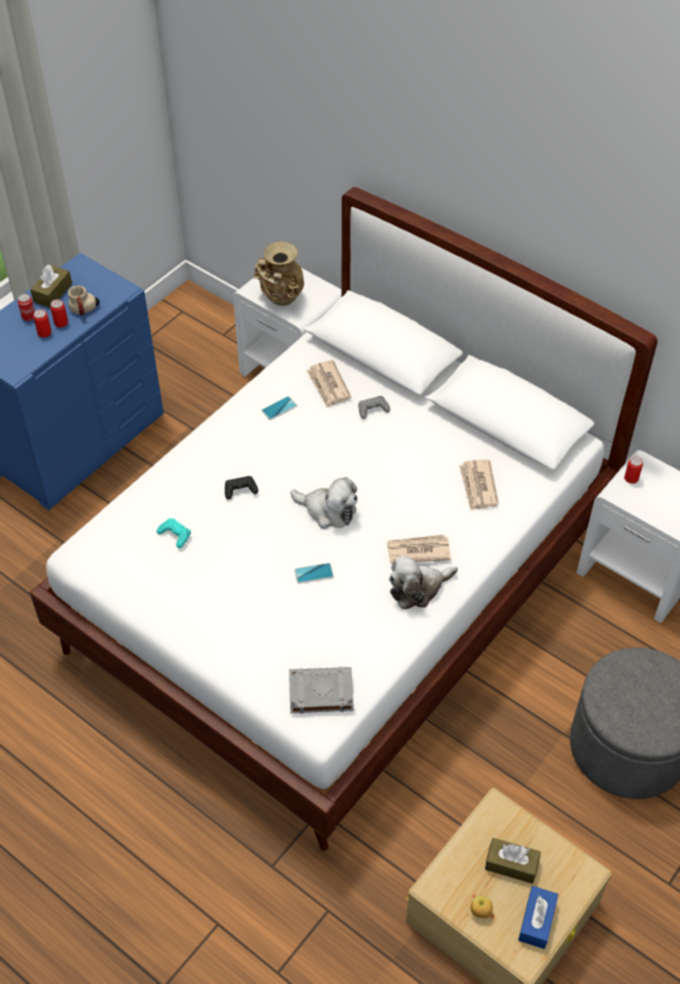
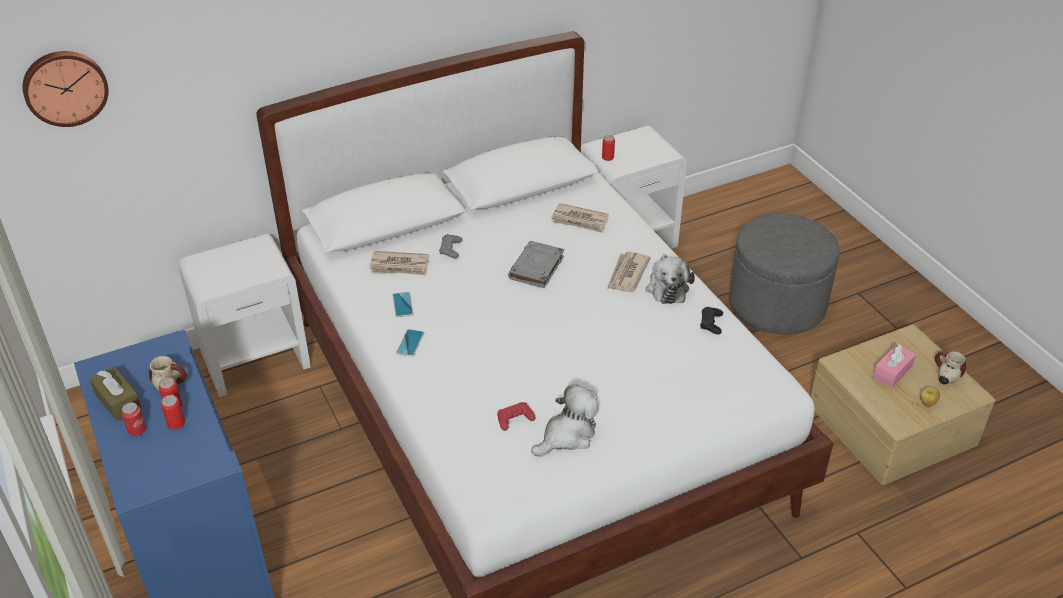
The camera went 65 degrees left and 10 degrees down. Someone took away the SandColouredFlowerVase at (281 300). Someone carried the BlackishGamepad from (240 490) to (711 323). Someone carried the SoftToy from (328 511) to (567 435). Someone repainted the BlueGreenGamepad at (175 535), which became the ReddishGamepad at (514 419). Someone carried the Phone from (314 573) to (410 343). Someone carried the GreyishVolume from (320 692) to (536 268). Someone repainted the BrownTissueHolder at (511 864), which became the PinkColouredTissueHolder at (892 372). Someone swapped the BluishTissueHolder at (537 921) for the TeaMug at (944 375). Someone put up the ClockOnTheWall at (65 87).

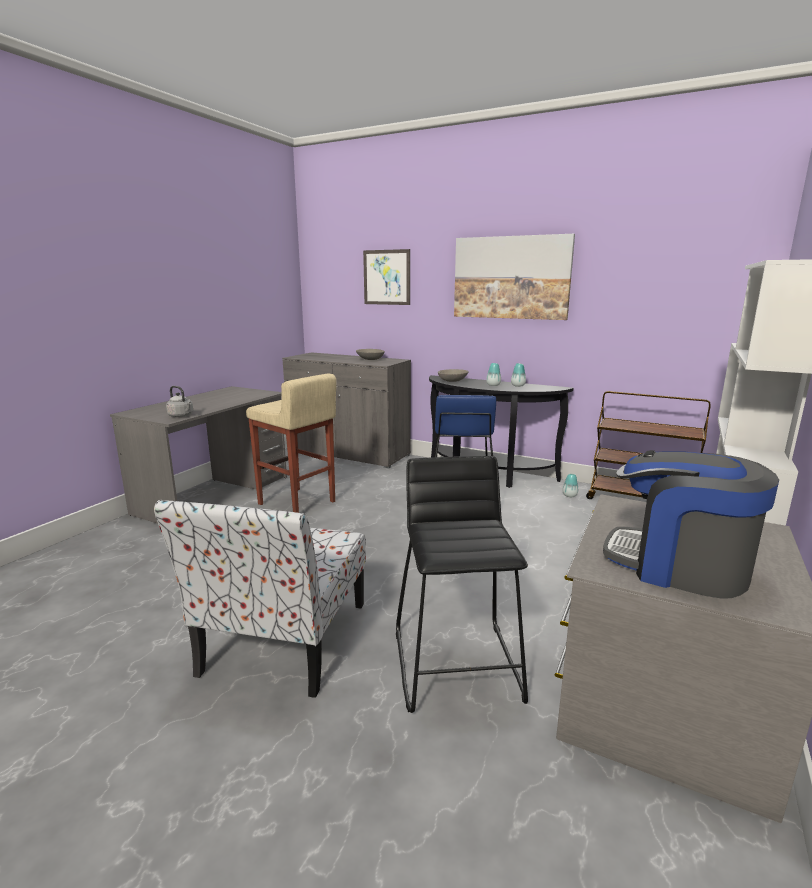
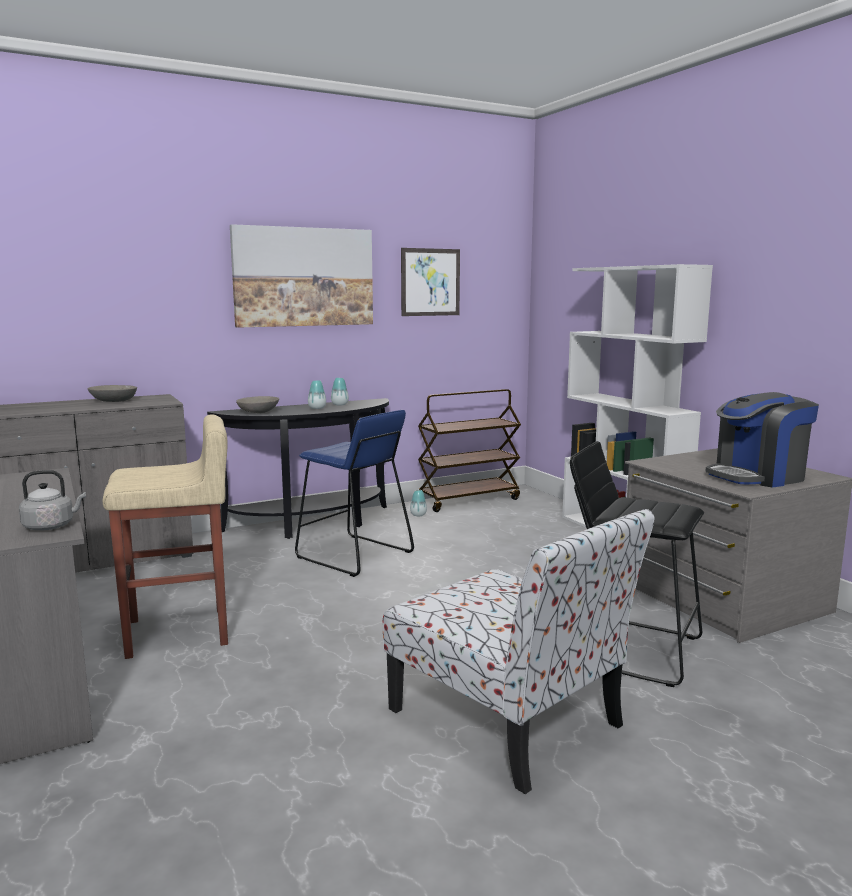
The camera went 55 degrees left and 5 degrees down. Someone carried the Picture from (386 277) to (430 282).

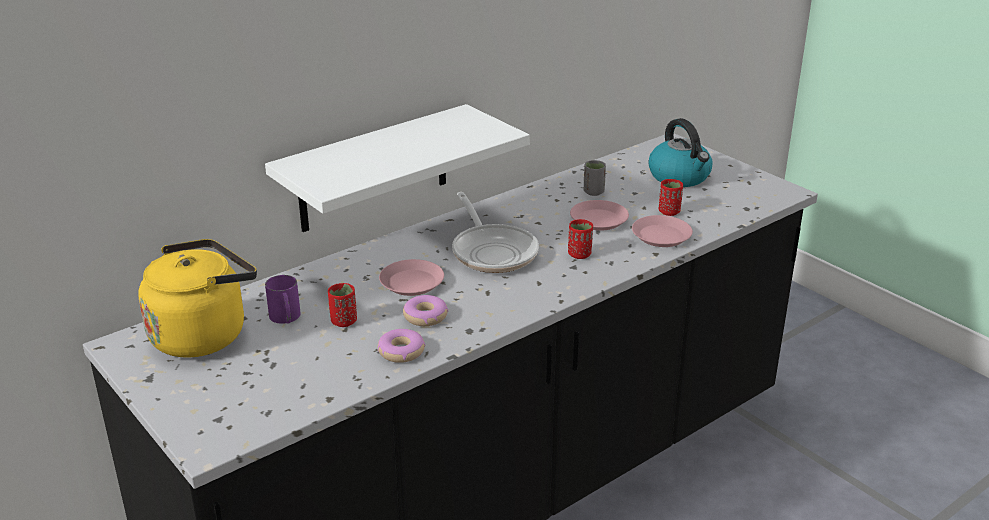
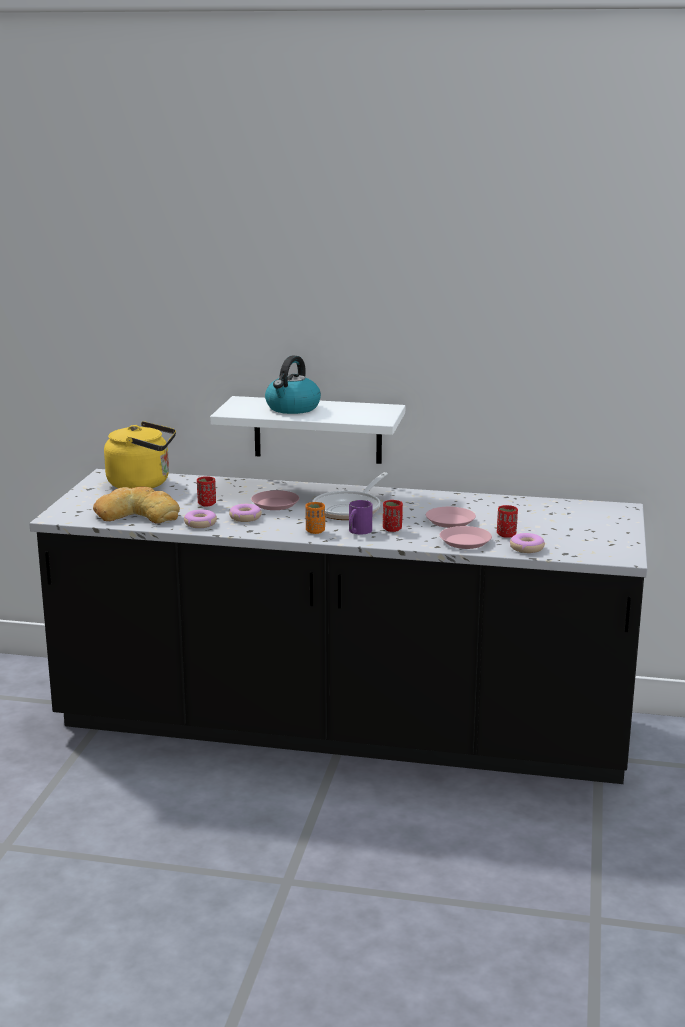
The camera went 50 degrees right and 10 degrees down. Someone carried the TeaKettle from (680 177) to (292 408). Someone took away the GreyishDrinkingCup at (593 192). Someone carried the PurpleTeaMug from (286 318) to (358 531). Someone put down the Bread at (138 514). Someone put down the OrangeColouredDrinkingCup at (315 531). Someone put down the Doughnut at (527 548).

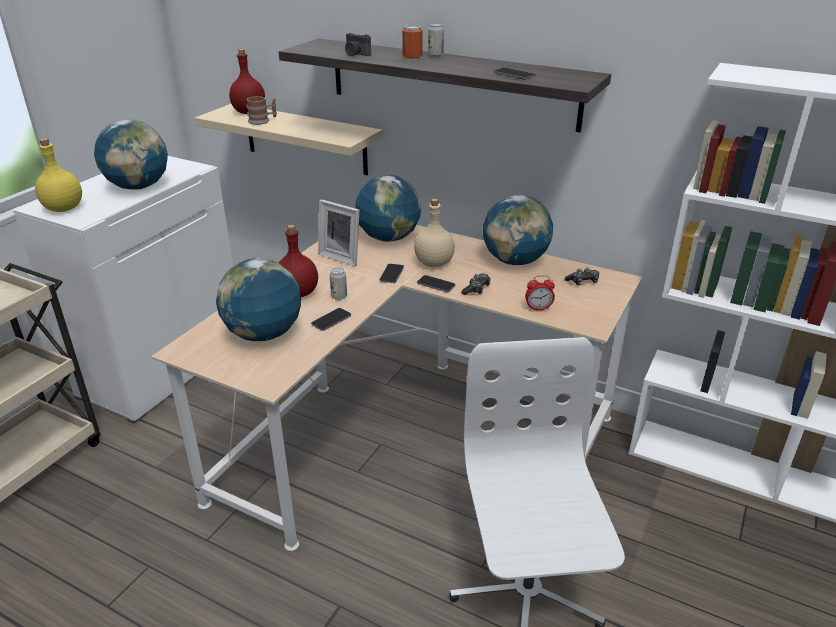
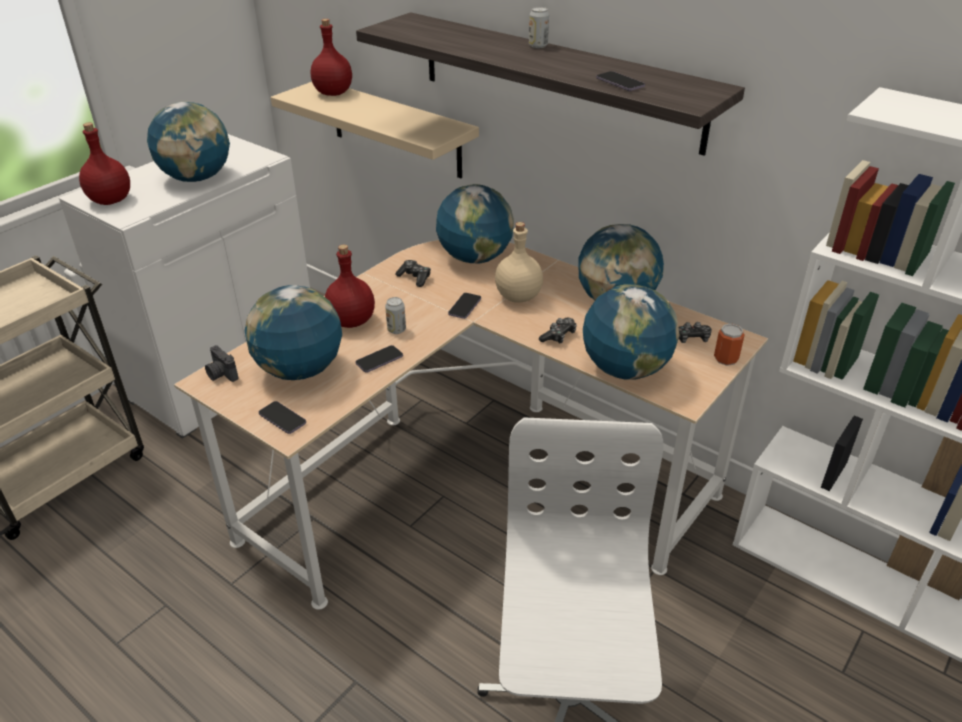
The camera went 10 degrees right and 5 degrees up. Someone carried the Can from (412 57) to (726 359). Someone carried the PhotoCamera from (356 54) to (221 374). Someone took away the TeaMug at (262 121). Someone repainted the YellowBeverageBottle at (63 209), which became the ReddishBeverageBottle at (110 200). Someone swapped the PhotoFrame at (342 256) for the Gamepad at (415 278). Someone carried the Phone from (436 285) to (282 419). Someone swapped the TableClock at (538 308) for the DeskGlobe at (625 369).

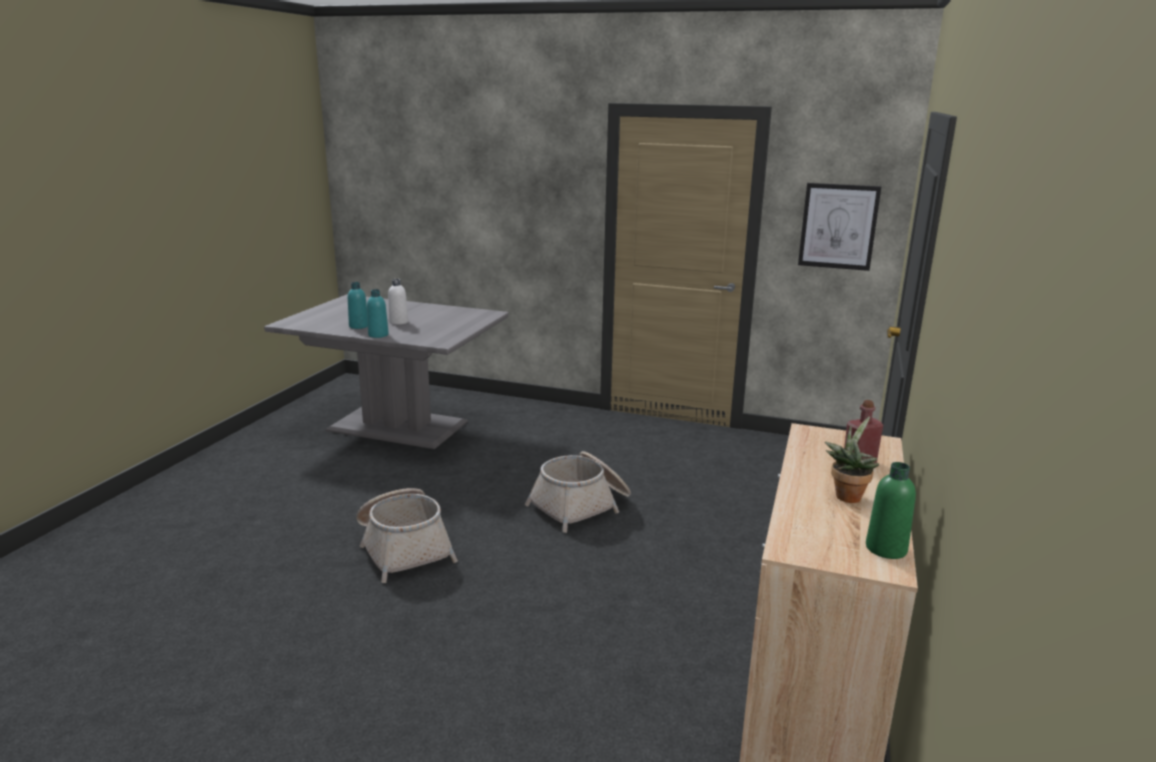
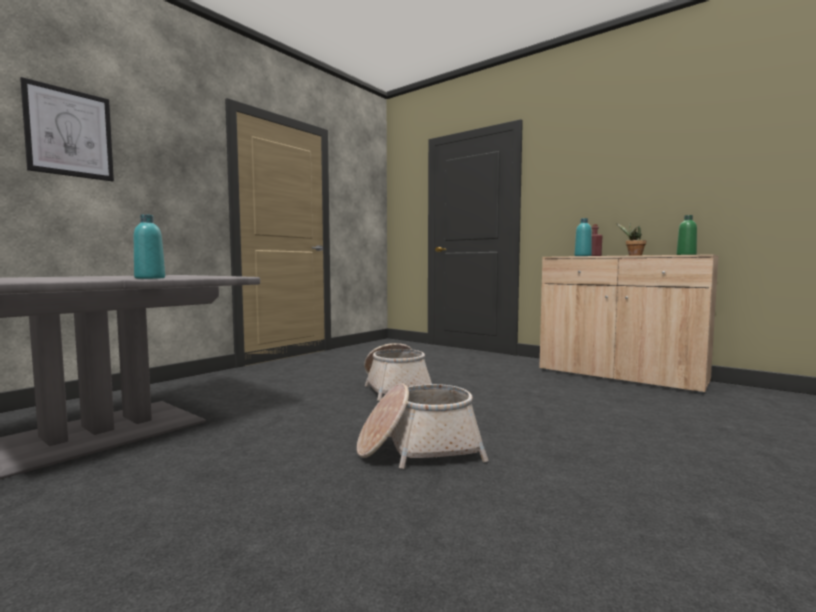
The camera went 70 degrees left and 15 degrees down. Someone carried the Picture from (838 226) to (69 133). Someone took away the WhitishBeverageBottle at (398 322). Someone carried the BlueGreenBeverageBottle from (359 326) to (582 256).

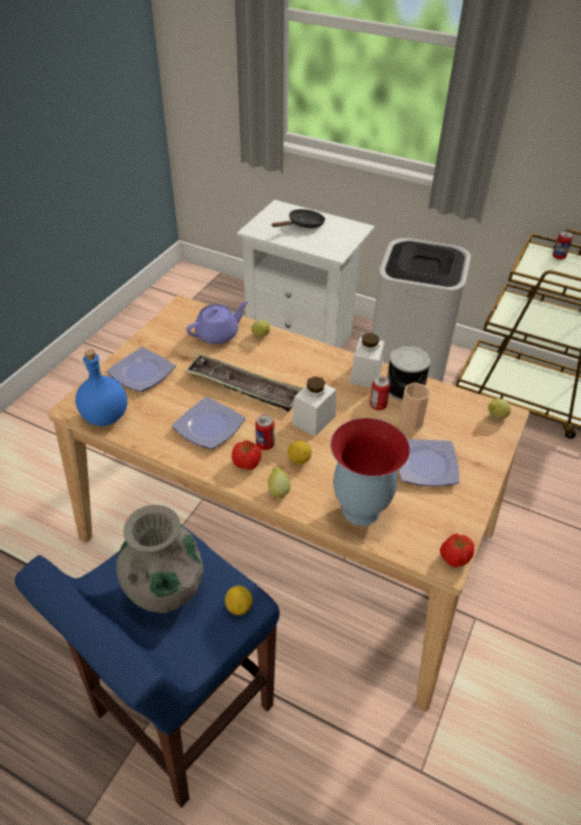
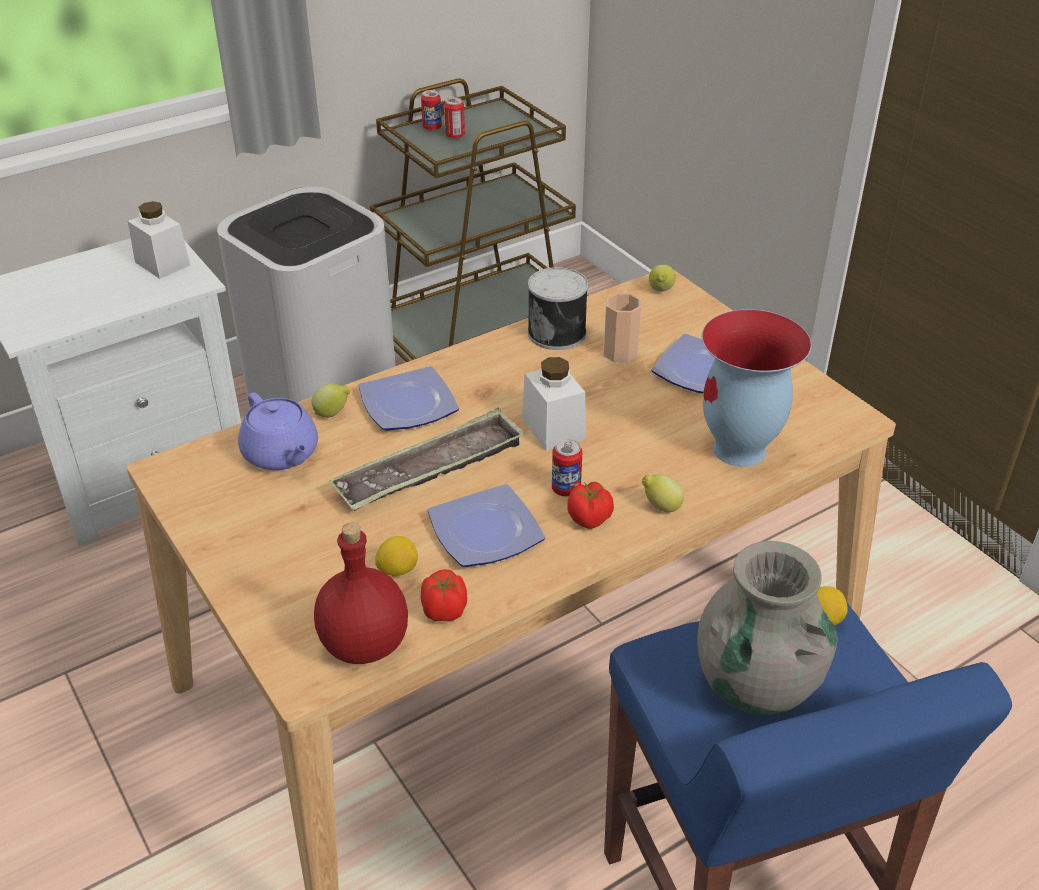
The camera went 60 degrees left and 5 degrees down. Someone took away the BlackishFryingPan at (303 225). Someone rotated the PurplePotForTea at (218 334) by 150 degrees clockwise. Someone carried the WhitishJar from (366 375) to (162 263). Someone carried the DinnerPlate from (142 374) to (410 405). Someone repainted the BluishBeverageBottle at (106 417), which became the ReddishBeverageBottle at (366 644). Someone carried the Can from (378 405) to (455 136). Someone carried the WholeLemon from (299 459) to (397 570). Someone carried the FreshTomato from (454 557) to (443 611).

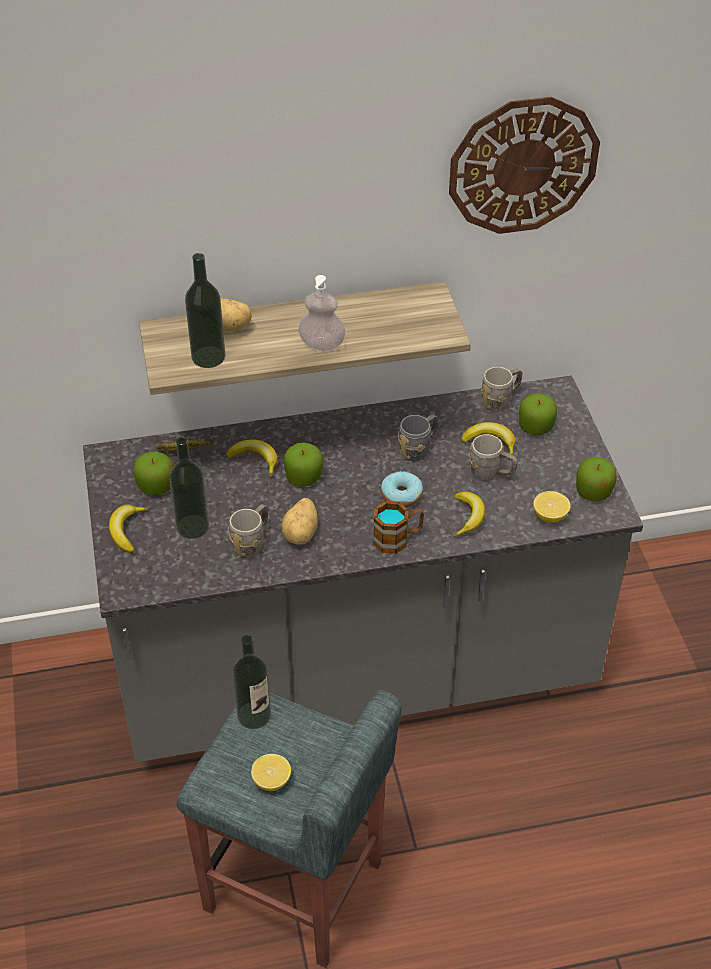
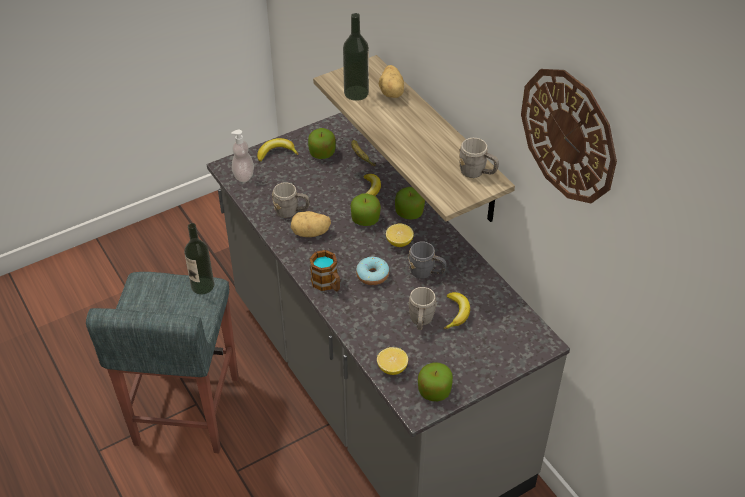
The camera went 70 degrees right and 0 degrees up. Someone carried the LiquidSoapBottle from (322 344) to (243 175). Someone carried the GreyishTeaMug from (500 400) to (477 173). Someone carried the WholeApple from (536 426) to (409 213). Someone took away the BeverageBottle at (192 526). Someone took away the BananaFruit at (468 517). Someone carried the WholeLemon from (271 781) to (399 242).

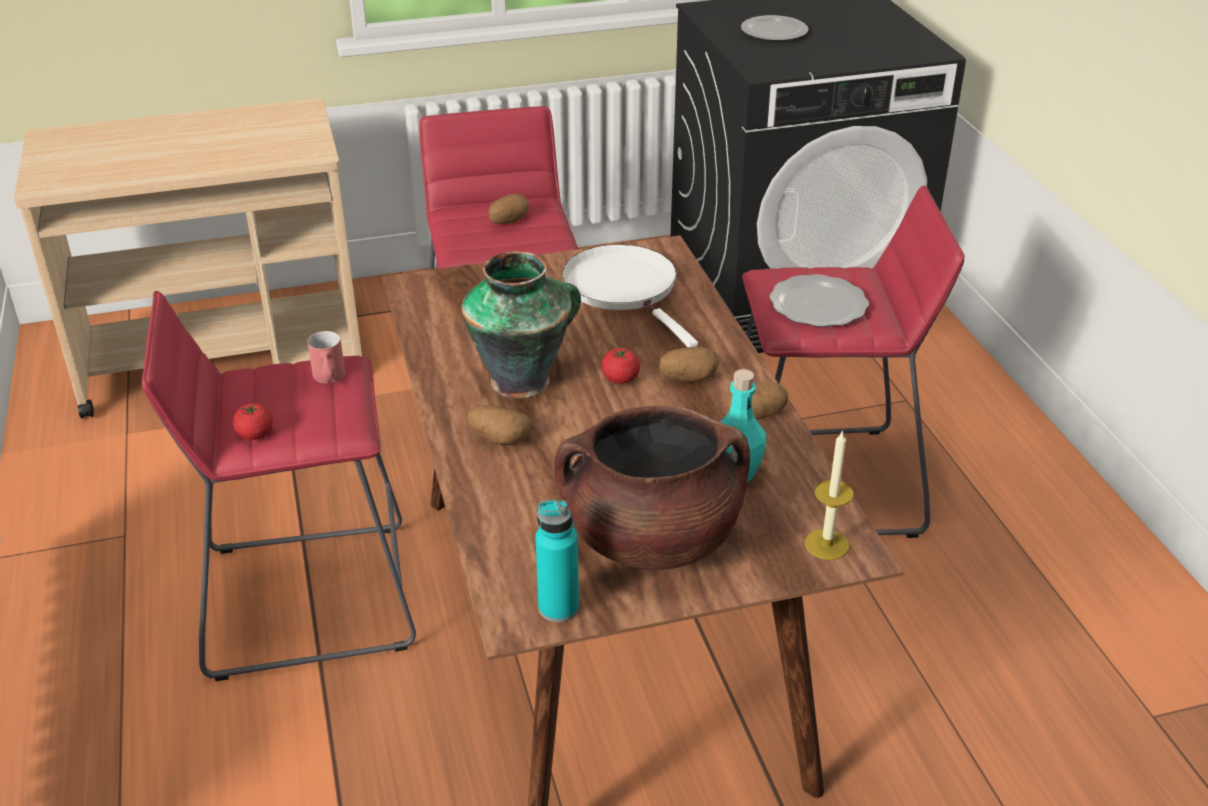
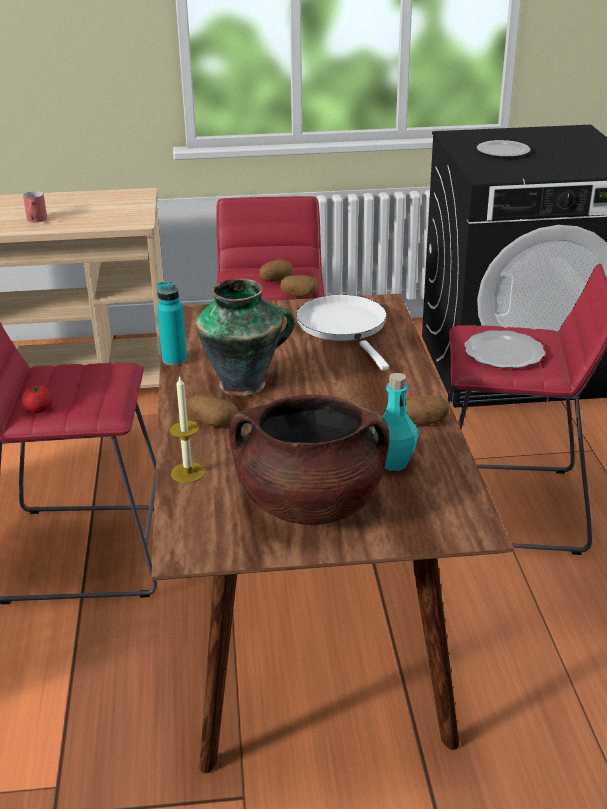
The camera went 10 degrees right and 5 degrees down. Someone carried the ReddishTeaMug from (329 379) to (36 221). Someone took away the FreshTomato at (620 379). Someone carried the Spud from (688 378) to (300 295). Someone carried the WaxLight from (826 544) to (188 472). Someone carried the BlueGreenBeverageBottle from (558 608) to (174 360).

